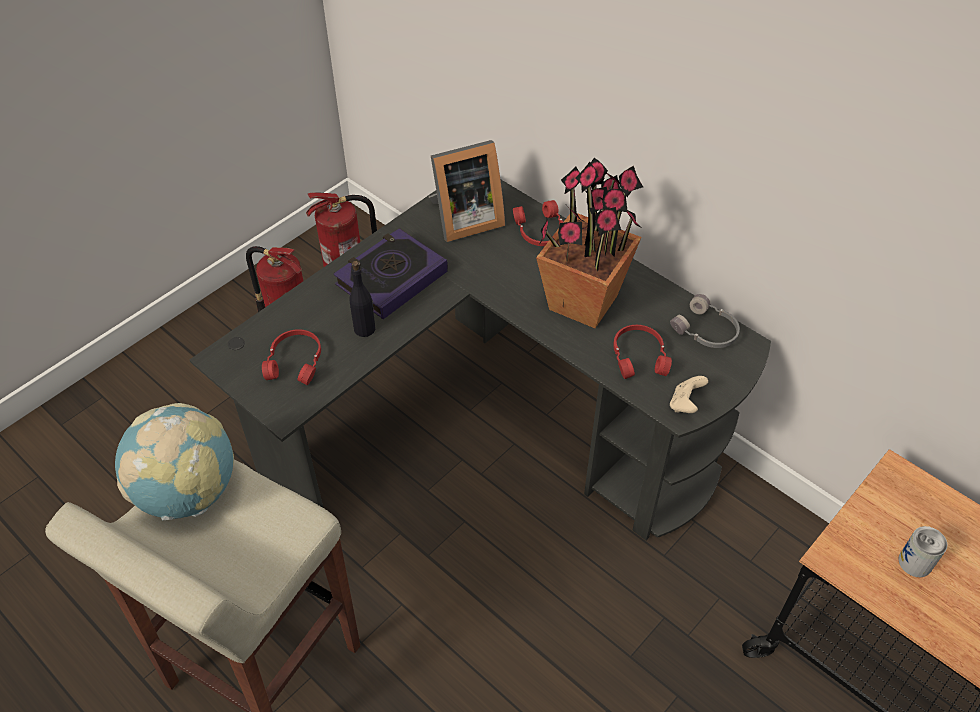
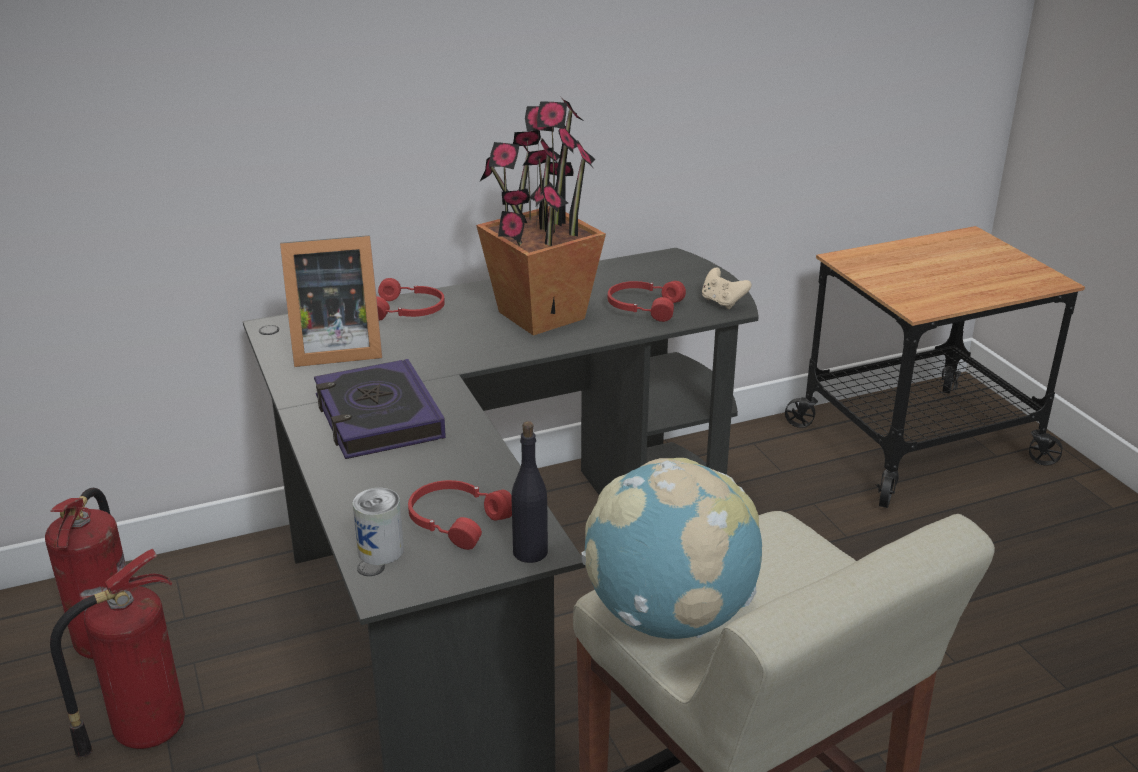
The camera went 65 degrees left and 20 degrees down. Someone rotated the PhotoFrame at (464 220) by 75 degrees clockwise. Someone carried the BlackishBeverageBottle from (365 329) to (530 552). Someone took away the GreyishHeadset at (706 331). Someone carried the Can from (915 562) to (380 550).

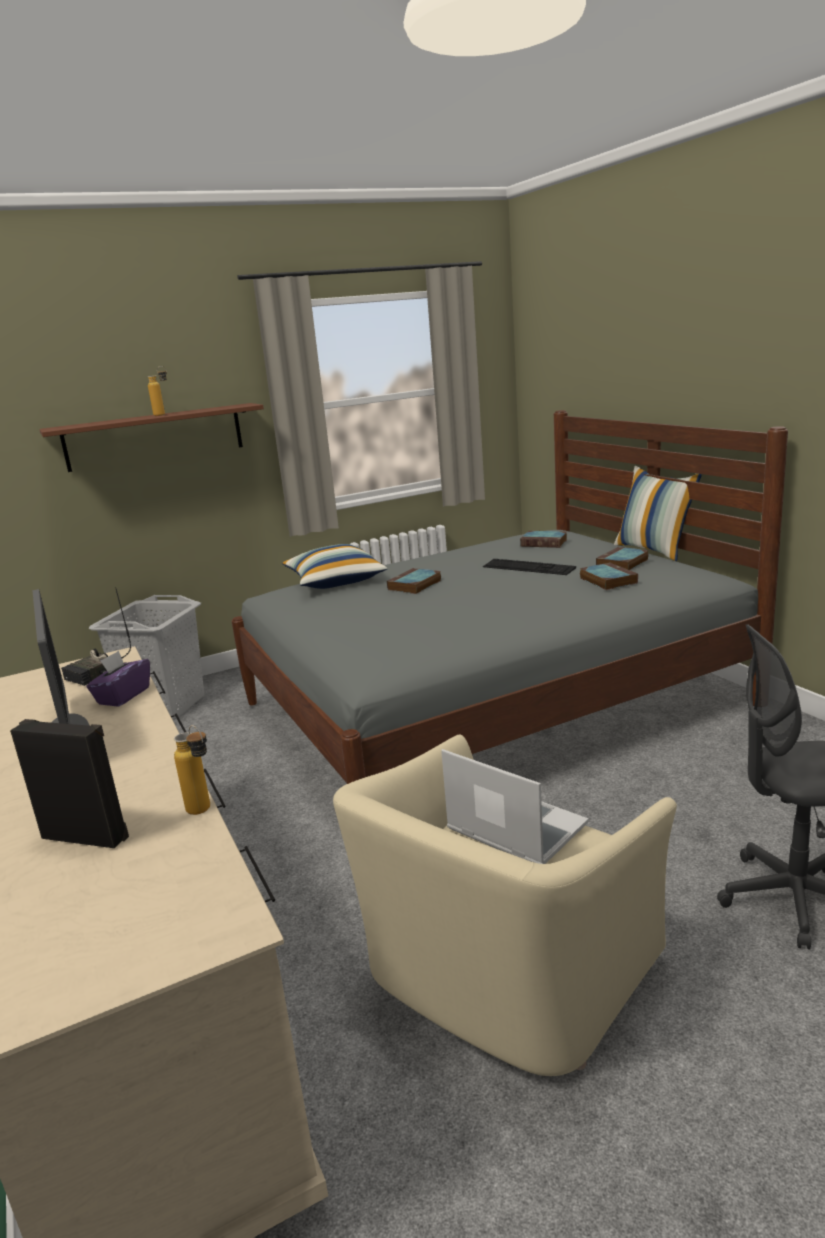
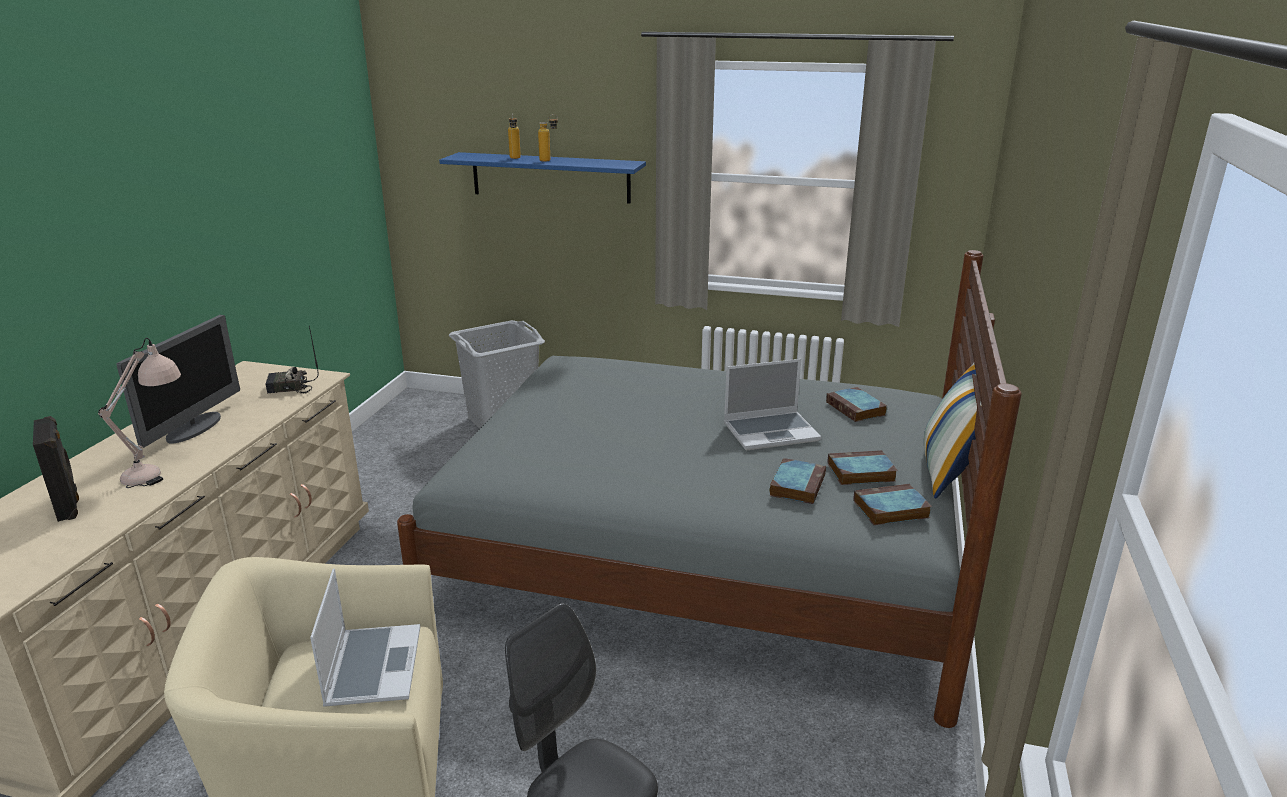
The camera went 40 degrees right and 5 degrees up. Someone repainted the BrownWallShelf at (154 437), which became the BluishWallShelf at (550 177). Someone took away the Cushion at (335 581). Someone swapped the PcKeyboard at (528 567) for the PortableComputer at (771 432). Someone carried the Volume from (414 585) to (890 510). Someone took away the PurpleTissueHolder at (123 696). Someone carried the BeverageBottle from (204 812) to (515 158). Someone put down the SandColouredTableLamp at (160 468).

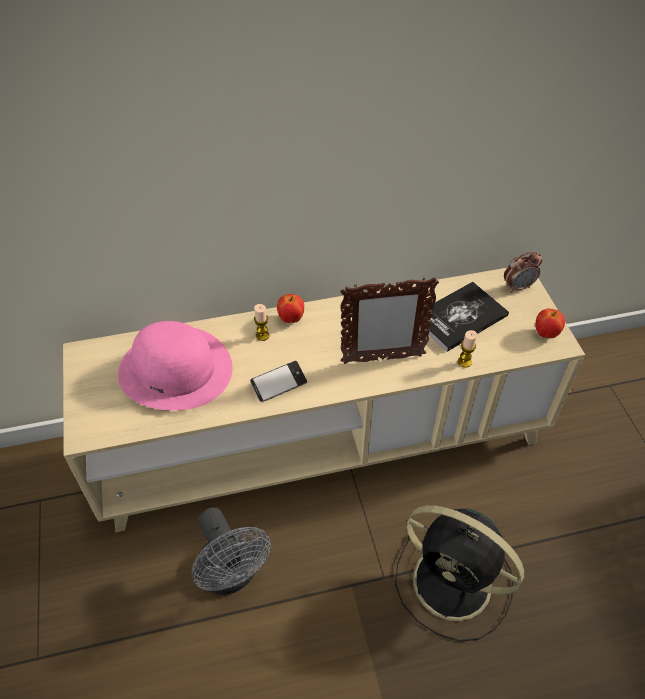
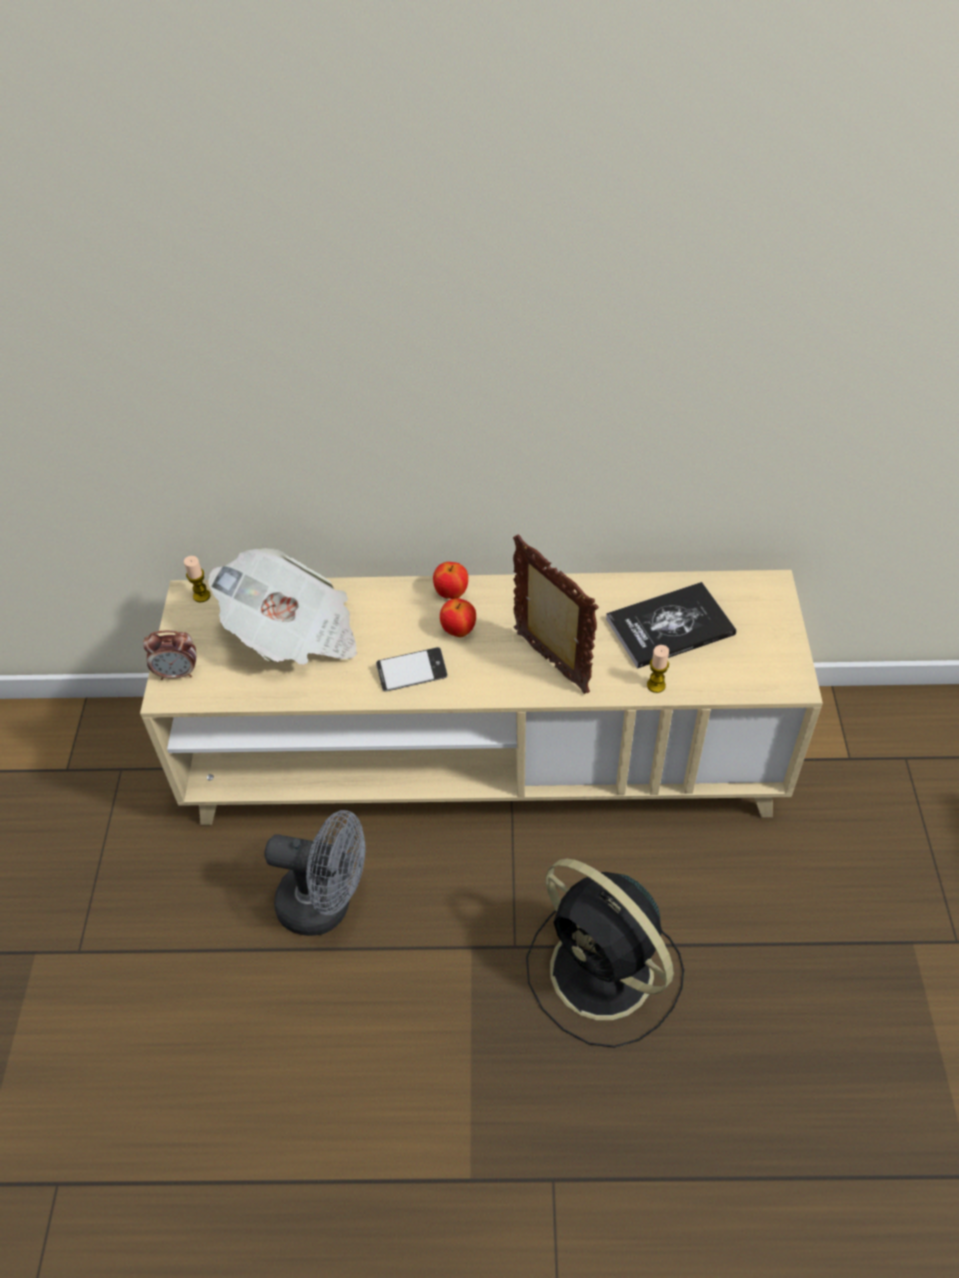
The camera went 15 degrees right and 0 degrees up. Someone carried the TableClock from (518 287) to (178 673). Someone rotated the PhotoFrame at (382 359) by 135 degrees counterclockwise. Someone carried the WaxLight from (262 335) to (201 596). Someone carried the WholeApple from (545 334) to (458 631). Someone swapped the PinkColouredHat at (176 369) for the DailyPaper at (294 634). Someone rotated the GreyishFan at (232 575) by 60 degrees counterclockwise.

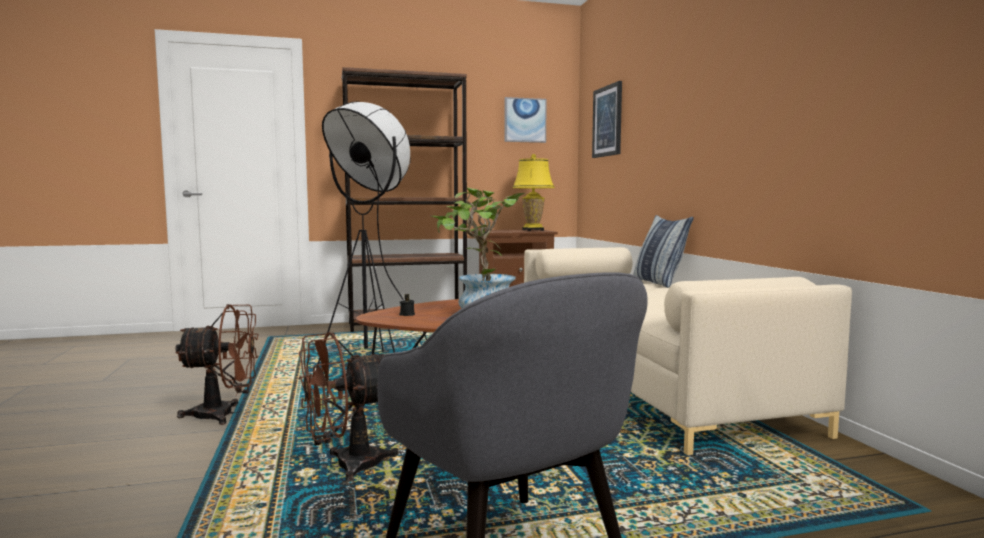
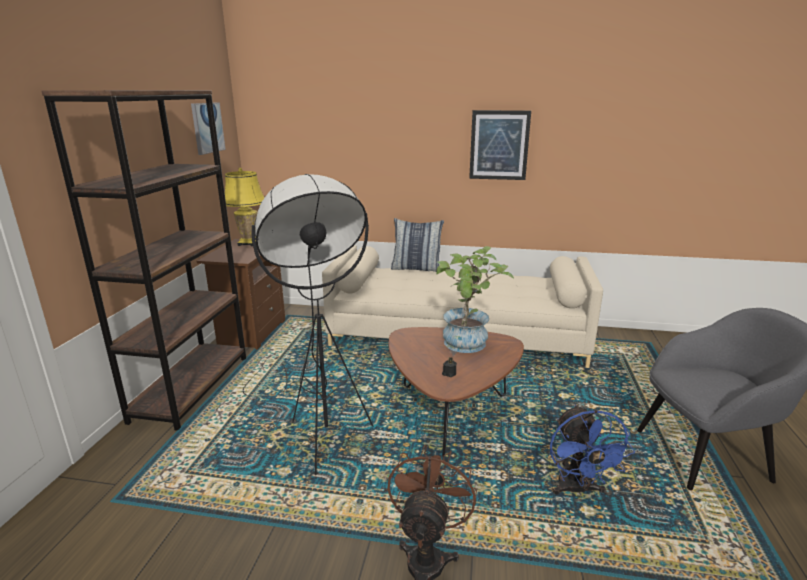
The camera went 65 degrees left and 15 degrees up. Someone carried the Picture from (607 121) to (499 145). Someone repainted the BrownFan at (346 466), which became the BluishFan at (577 490).

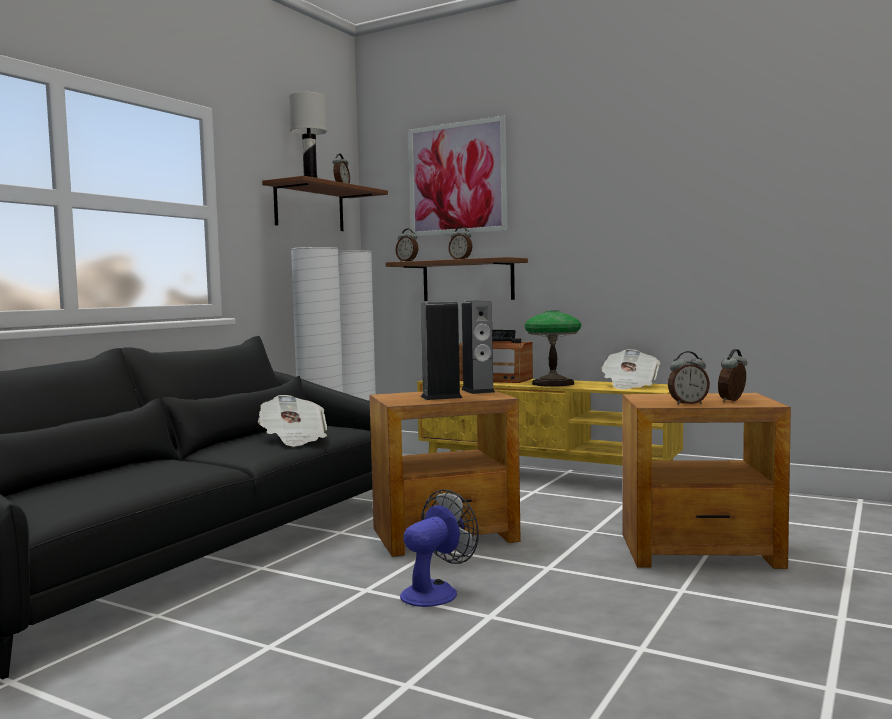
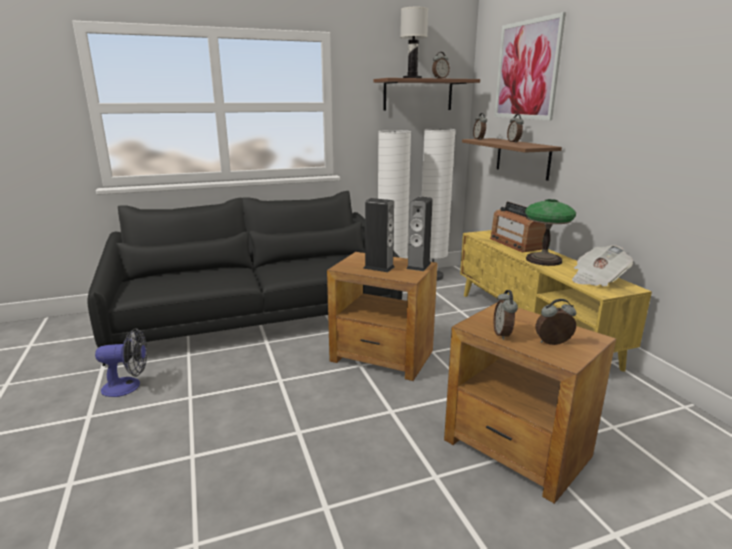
The camera went 40 degrees right and 15 degrees up. Someone rotated the TableClock at (687 403) by 60 degrees clockwise. Someone took away the DailyPaper at (294 439). Someone carried the Fan from (436 592) to (128 386).

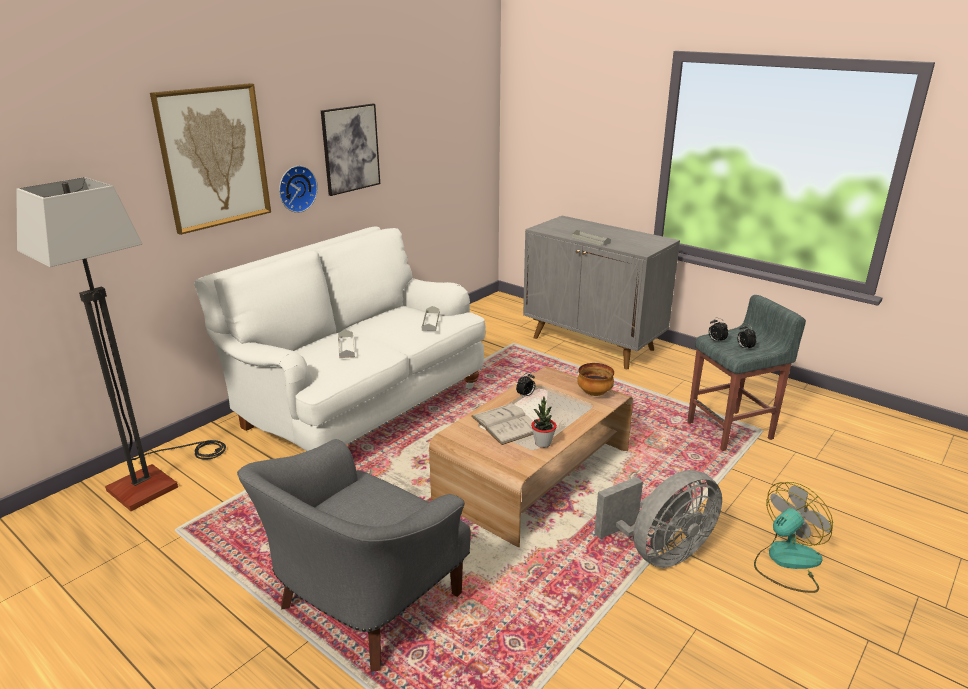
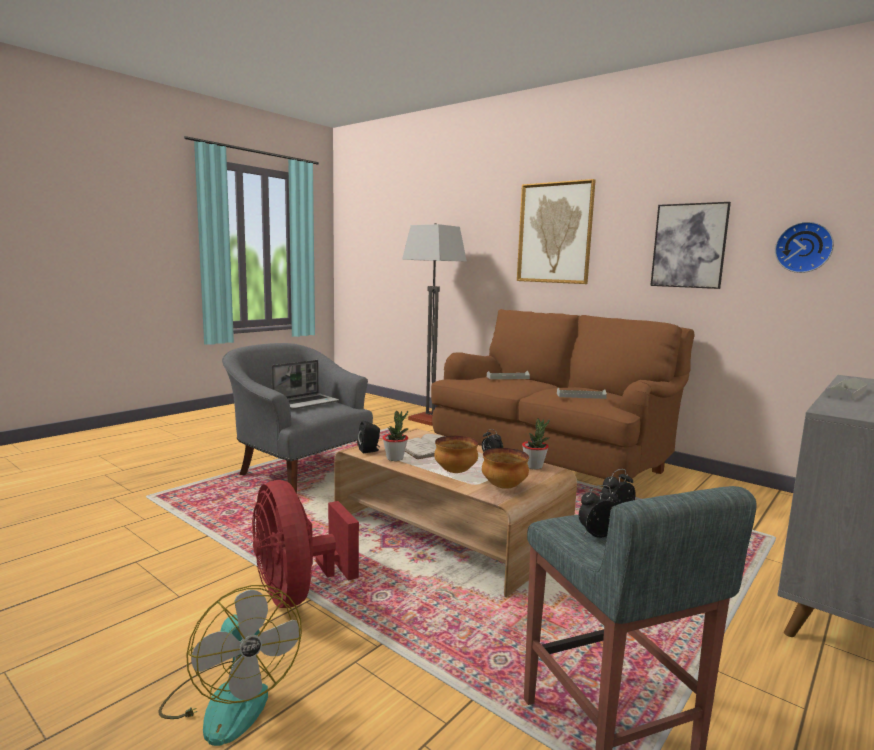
The camera went 90 degrees right and 15 degrees down. Someone carried the ClockOnTheWall from (296 188) to (804 247). Someone repainted the WhitishSofa at (358 406), which became the BrownSofa at (553 463). Someone repainted the GreyishFan at (659 552), which became the ReddishFan at (297 592). Someone put down the PortableComputer at (306 402). Someone put down the Houseplant at (534 466). Someone put down the BlackishAudioSpeaker at (370 450). Someone put down the Bowl at (454 472).

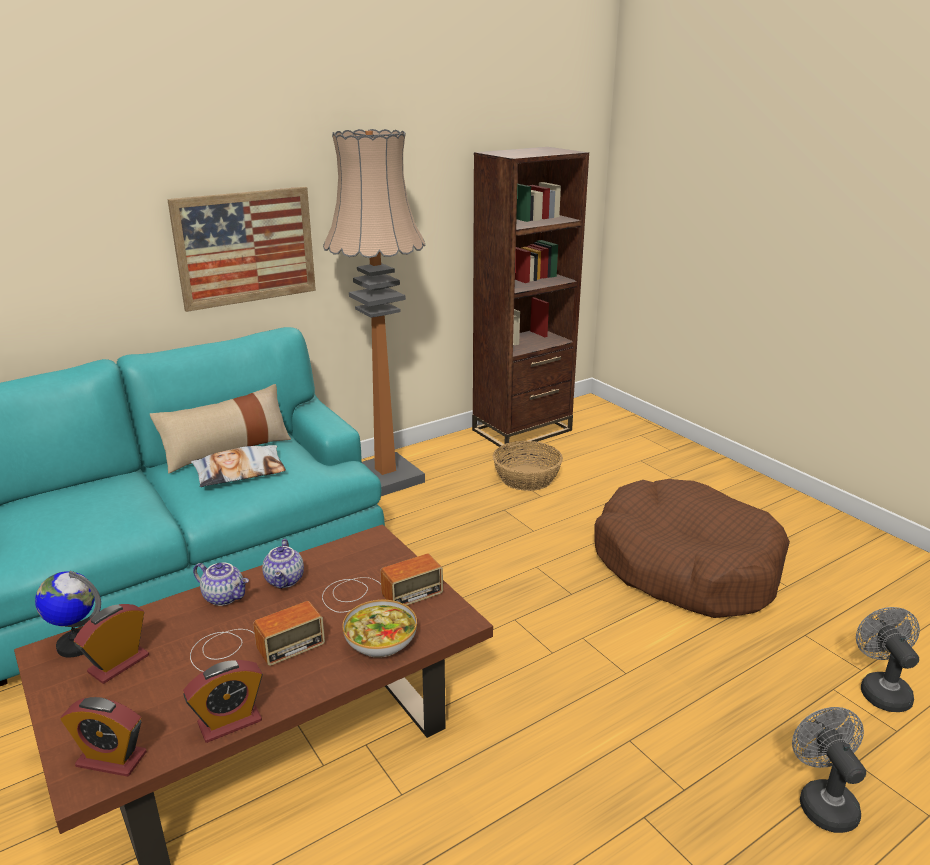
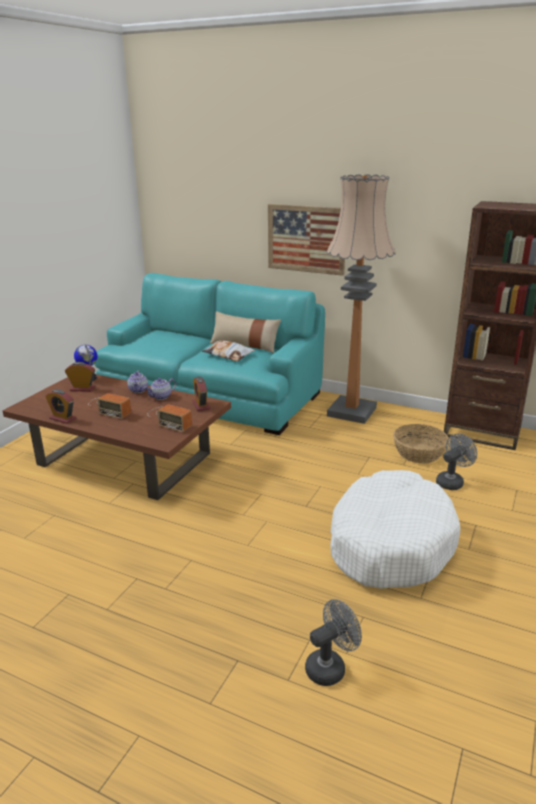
The camera went 60 degrees right and 0 degrees up. Someone repainted the BrownDogCushion at (685 566), which became the WhitishDogCushion at (390 543). Someone took away the Bowl at (380 641). Someone carried the TableClock from (111 759) to (201 405). Someone carried the GreyishFan from (822 801) to (452 481).

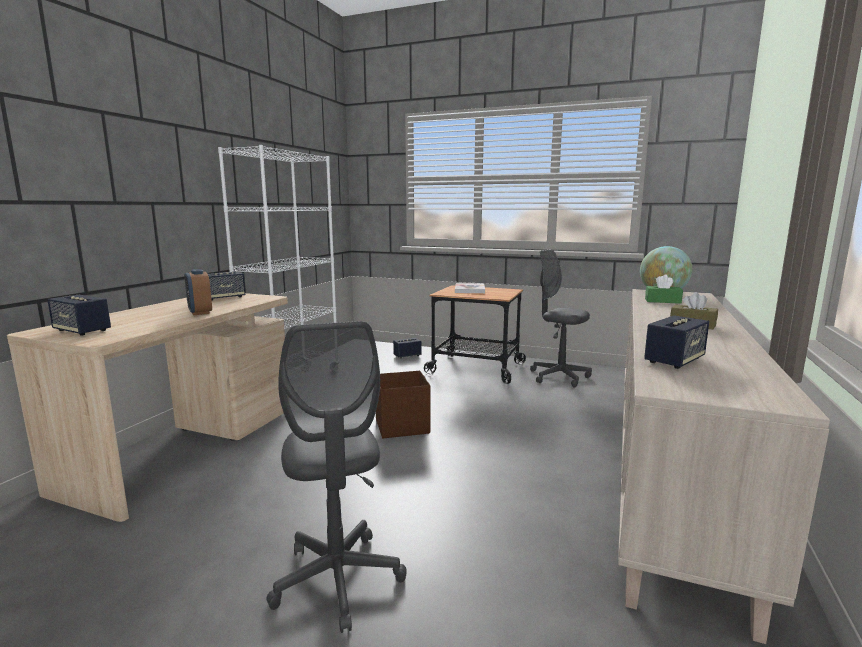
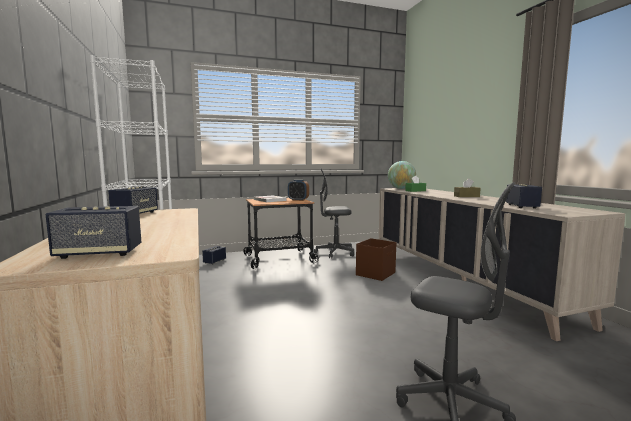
The camera went 40 degrees left and 5 degrees down. Someone carried the TableClock from (200 312) to (298 200). Someone carried the BrownStorageContainer from (403 426) to (376 274).

